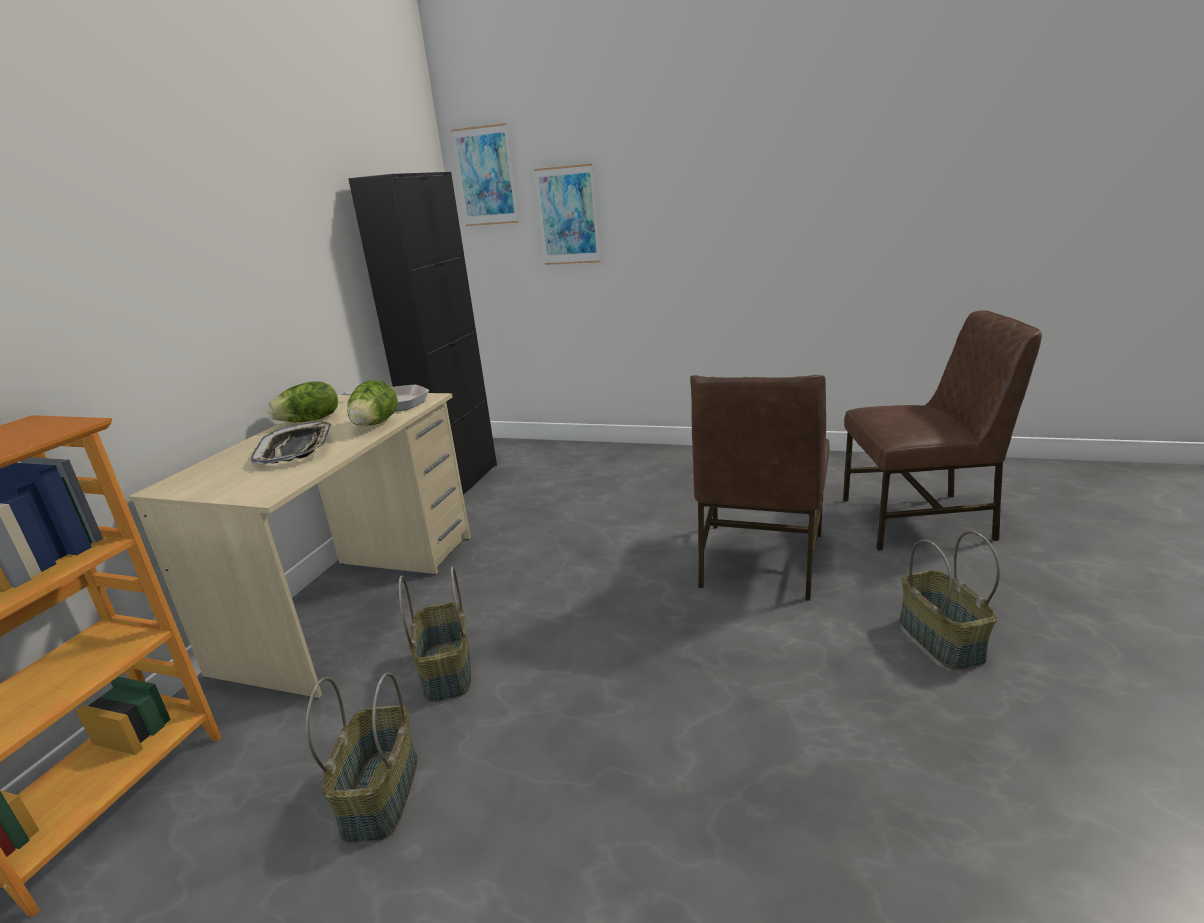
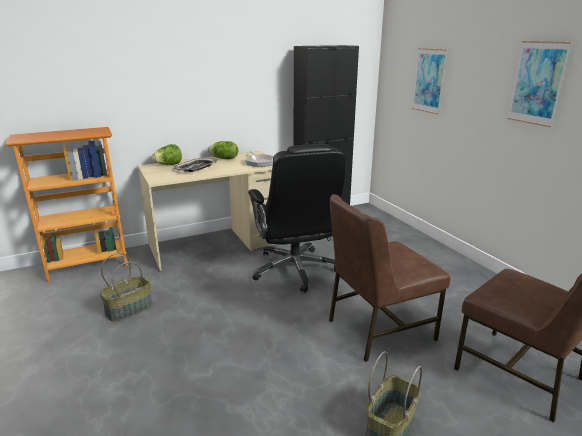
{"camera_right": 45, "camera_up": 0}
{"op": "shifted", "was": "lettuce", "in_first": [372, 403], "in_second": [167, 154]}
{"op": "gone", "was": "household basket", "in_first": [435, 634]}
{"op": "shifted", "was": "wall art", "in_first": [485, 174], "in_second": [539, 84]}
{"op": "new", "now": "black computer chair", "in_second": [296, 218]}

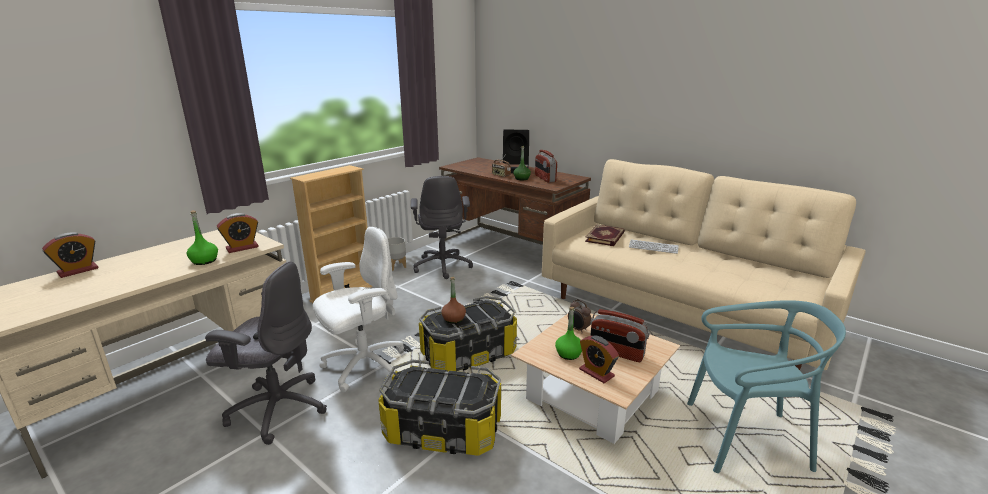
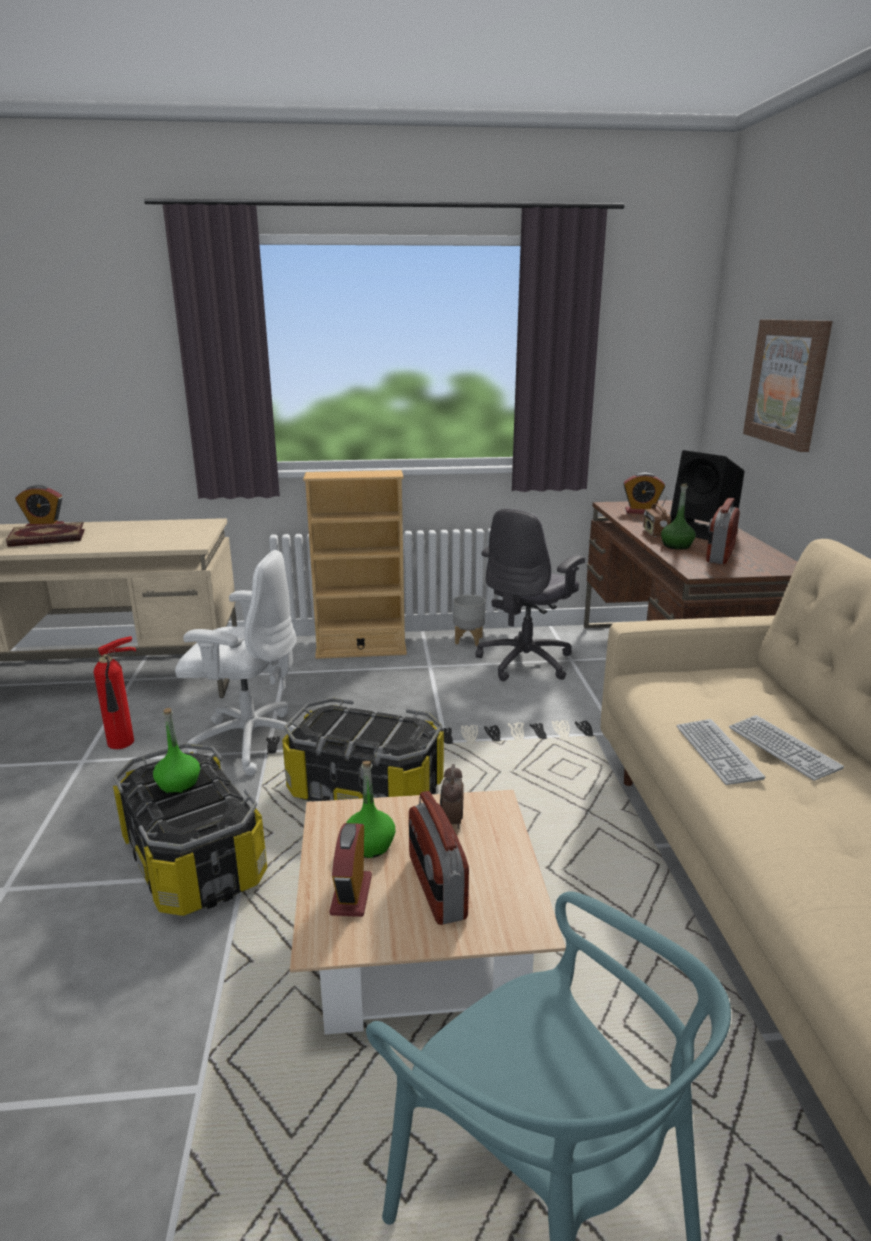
{"camera_right": 45, "camera_up": 0}
{"op": "shifted", "was": "green drink bottle", "in_first": [202, 237], "in_second": [176, 751]}
{"op": "swapped", "was": "gray computer chair", "now": "extinguisher", "in_first": [266, 353], "in_second": [115, 692]}
{"op": "shifted", "was": "table clock", "in_first": [238, 233], "in_second": [644, 493]}
{"op": "gone", "was": "brownish drink bottle", "in_first": [453, 300]}
{"op": "shifted", "was": "book", "in_first": [605, 235], "in_second": [45, 534]}
{"op": "new", "now": "computer keyboard", "in_second": [721, 752]}
{"op": "new", "now": "wall art", "in_second": [788, 385]}

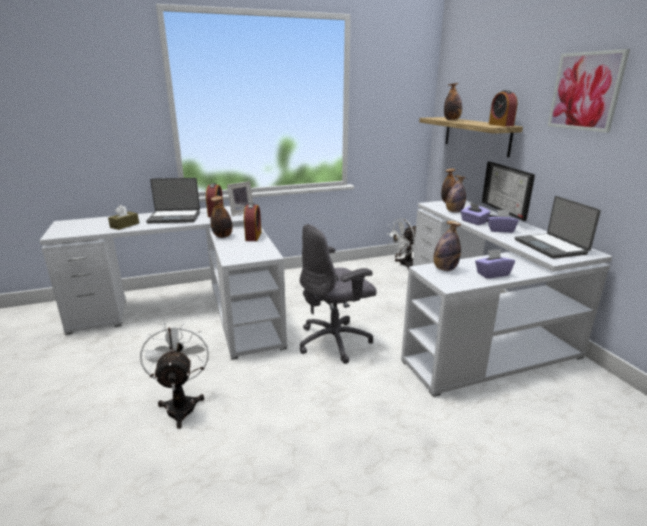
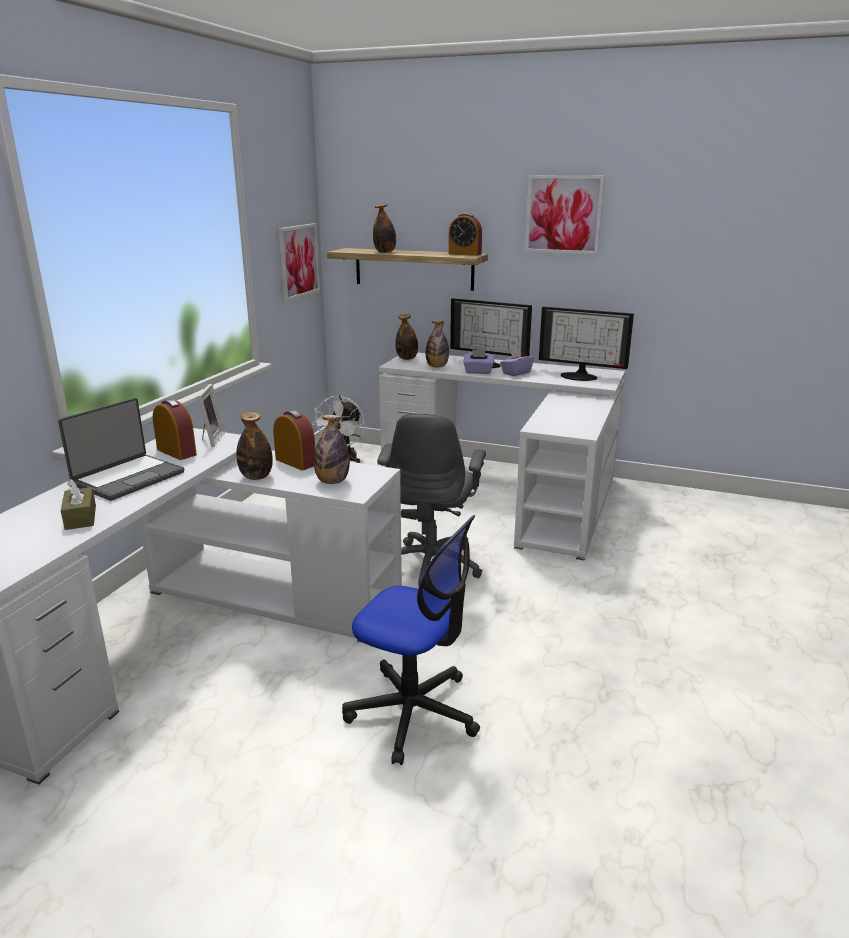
{"camera_right": -50, "camera_up": 0}
{"op": "swapped", "was": "whitish fan", "now": "computer chair", "in_first": [174, 375], "in_second": [411, 640]}
{"op": "shifted", "was": "drink bottle", "in_first": [447, 246], "in_second": [332, 449]}
{"op": "gone", "was": "purple-coloured box of tissues", "in_first": [495, 264]}
{"op": "swapped", "was": "notebook computer", "now": "computer display", "in_first": [558, 227], "in_second": [586, 344]}
{"op": "new", "now": "wall art", "in_second": [299, 262]}

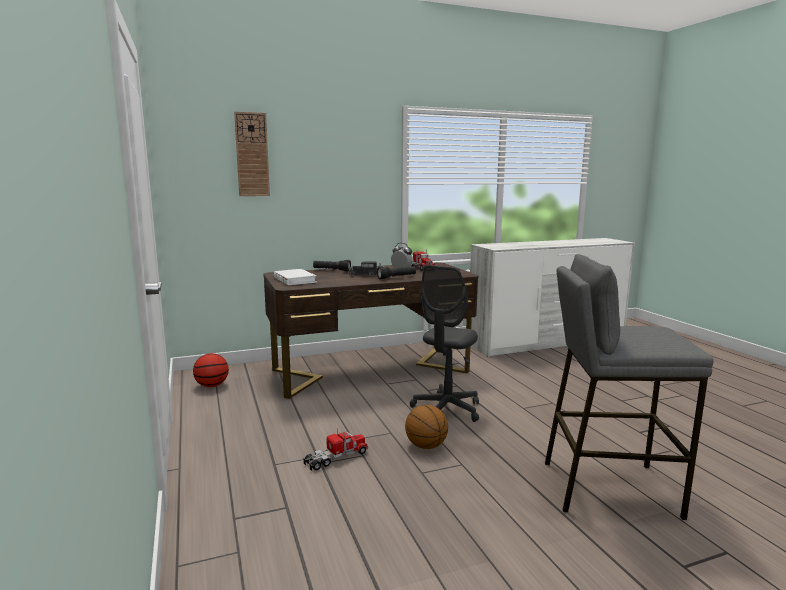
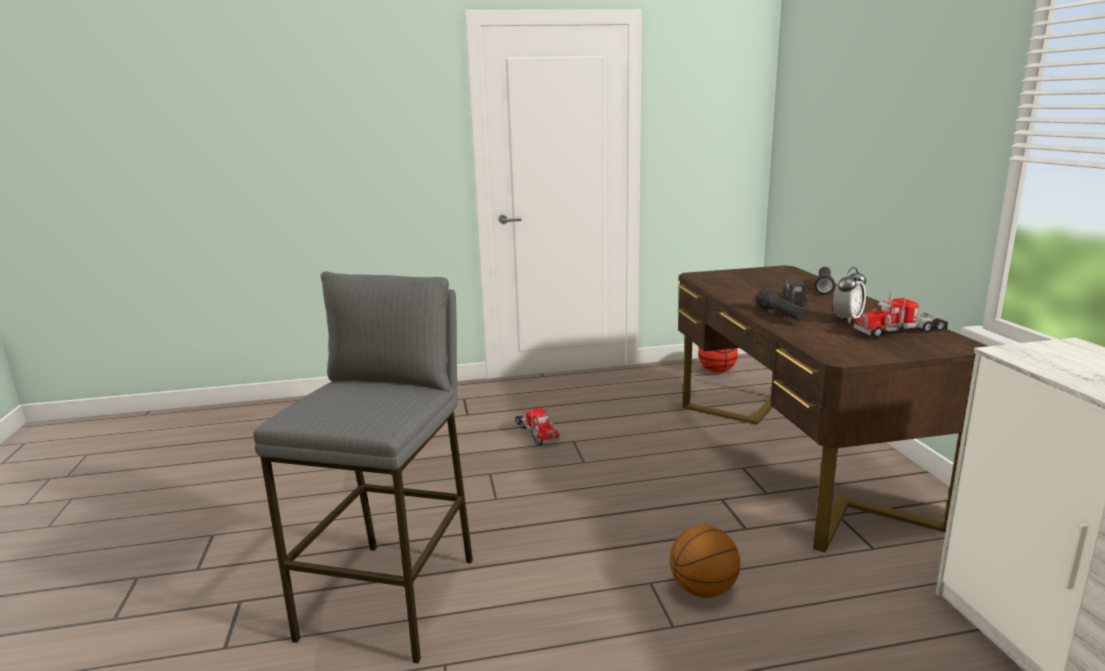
{"camera_right": 100, "camera_up": 5}
{"op": "gone", "was": "hanging clock", "in_first": [252, 154]}
{"op": "gone", "was": "whitish book", "in_first": [295, 277]}
{"op": "shifted", "was": "basketball", "in_first": [426, 427], "in_second": [704, 561]}
{"op": "gone", "was": "gray computer chair", "in_first": [444, 343]}

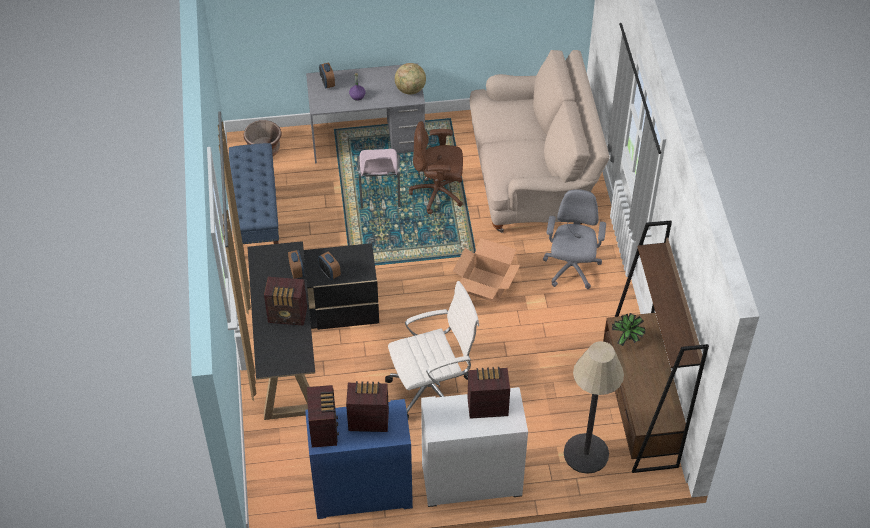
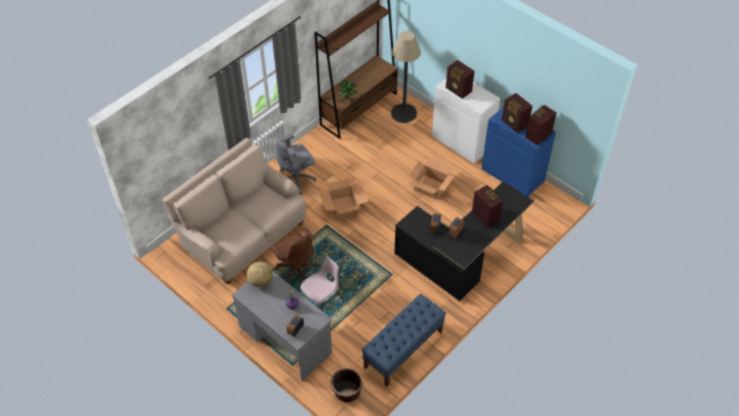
{"camera_right": -130, "camera_up": 0}
{"op": "swapped", "was": "whitish computer chair", "now": "carton", "in_first": [432, 350], "in_second": [431, 178]}

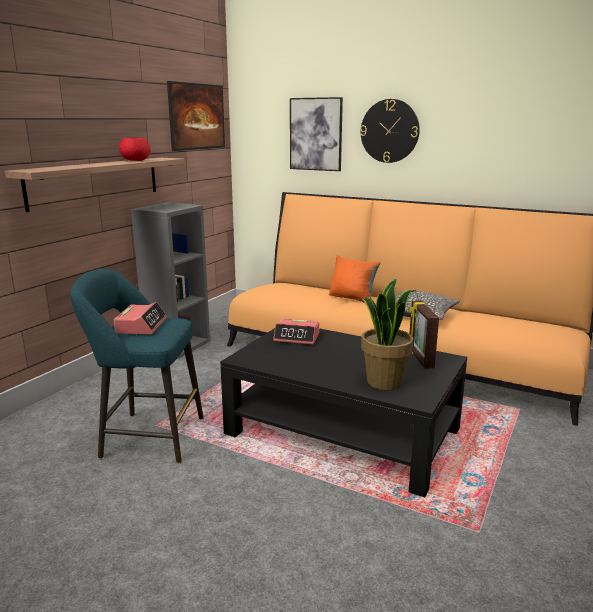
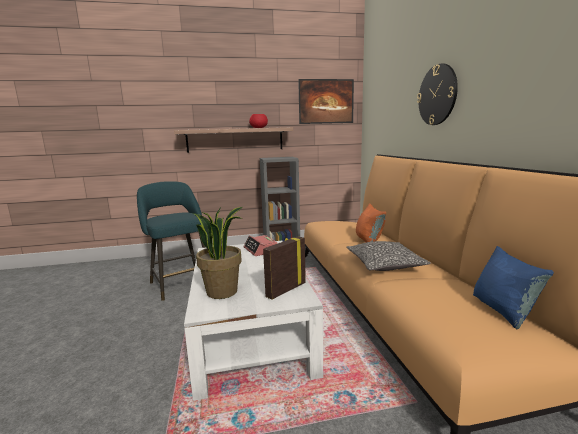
{"camera_right": 50, "camera_up": -5}
{"op": "gone", "was": "table clock", "in_first": [140, 318]}
{"op": "repainted", "was": "black low table", "now": "whitish low table", "in_first": [343, 412], "in_second": [253, 321]}
{"op": "gone", "was": "wall art", "in_first": [316, 134]}
{"op": "new", "now": "bluish pillow", "in_second": [513, 287]}

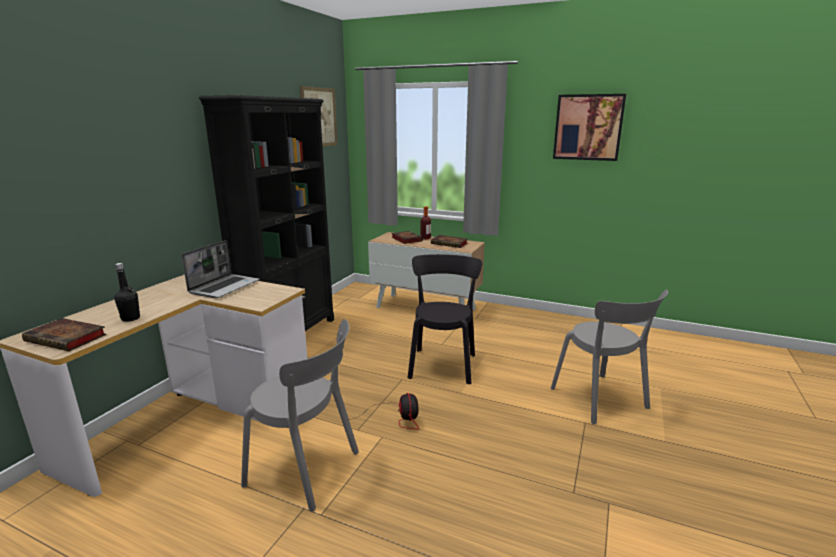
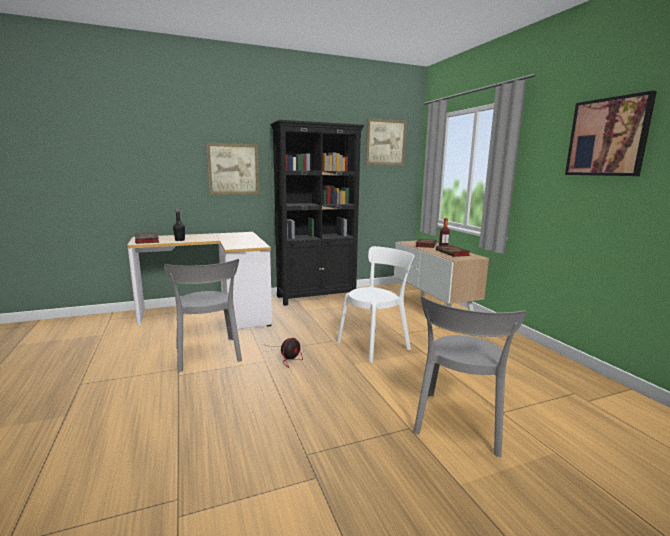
{"camera_right": 45, "camera_up": -5}
{"op": "gone", "was": "notebook computer", "in_first": [220, 269]}
{"op": "repainted", "was": "black chair", "now": "whitish chair", "in_first": [445, 319], "in_second": [376, 304]}
{"op": "new", "now": "wall art", "in_second": [232, 169]}

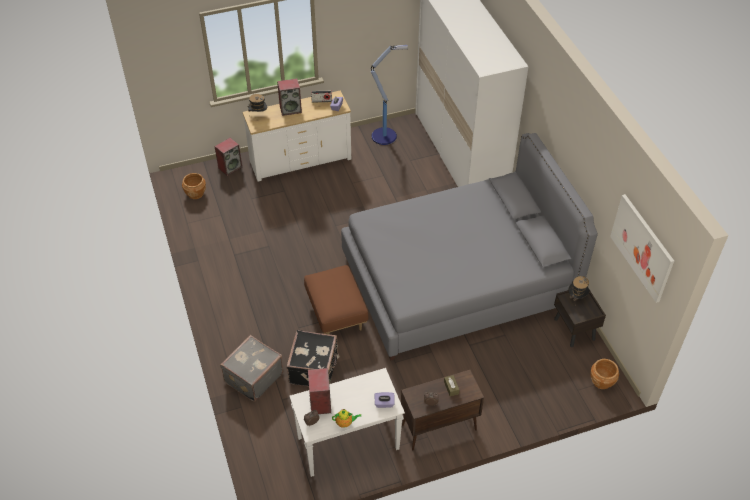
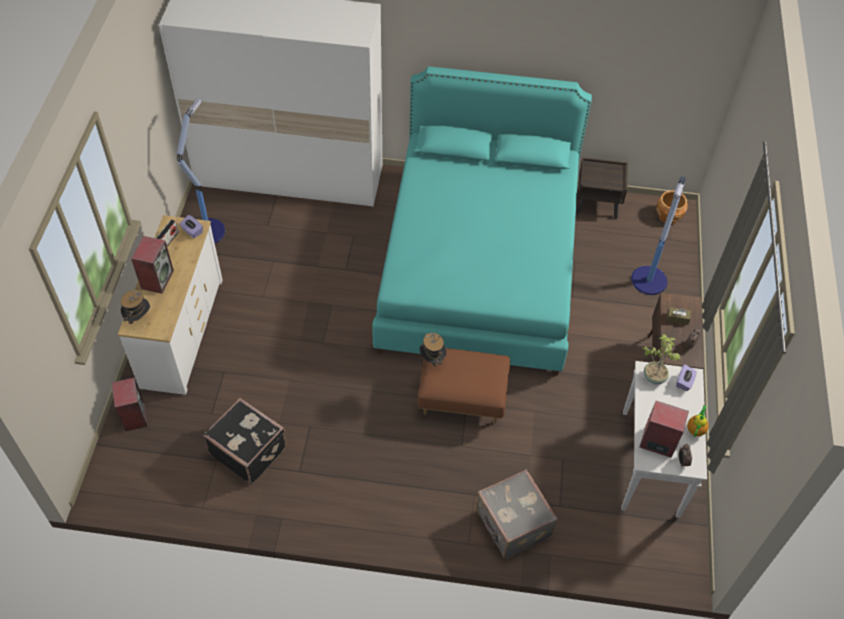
{"camera_right": -65, "camera_up": 5}
{"op": "gone", "was": "brownish flower pot", "in_first": [194, 186]}
{"op": "shifted", "was": "black piece of luggage", "in_first": [313, 358], "in_second": [244, 441]}
{"op": "repainted", "was": "gray bed", "now": "turquoise-coloured bed", "in_first": [469, 246], "in_second": [482, 221]}
{"op": "shifted", "was": "wearable hat", "in_first": [579, 290], "in_second": [433, 350]}
{"op": "gone", "was": "wall art", "in_first": [642, 248]}
{"op": "new", "now": "floor lamp", "in_second": [658, 235]}
{"op": "new", "now": "houseplant", "in_second": [661, 359]}

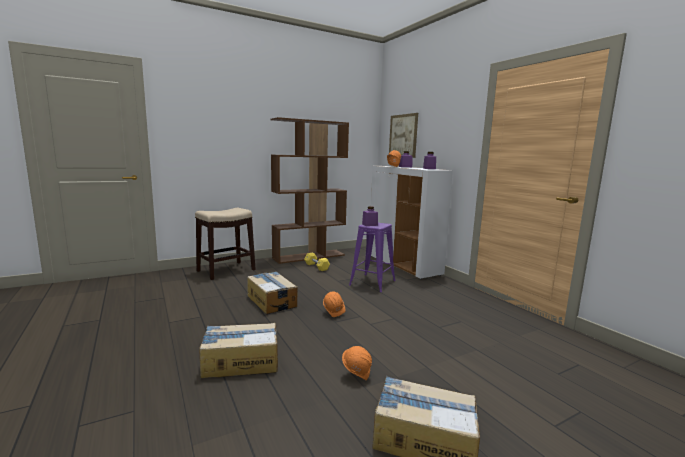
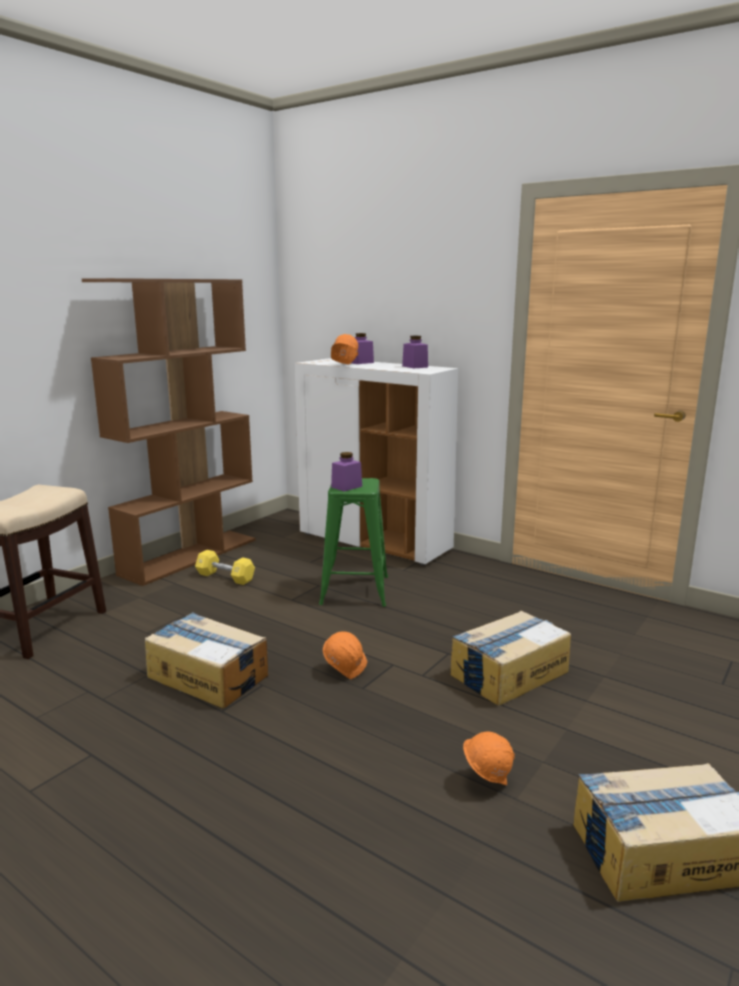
{"camera_right": -25, "camera_up": 5}
{"op": "shifted", "was": "carton", "in_first": [238, 350], "in_second": [510, 658]}
{"op": "repainted", "was": "purple-coloured stool", "now": "green stool", "in_first": [372, 257], "in_second": [353, 542]}
{"op": "gone", "was": "wall art", "in_first": [403, 135]}

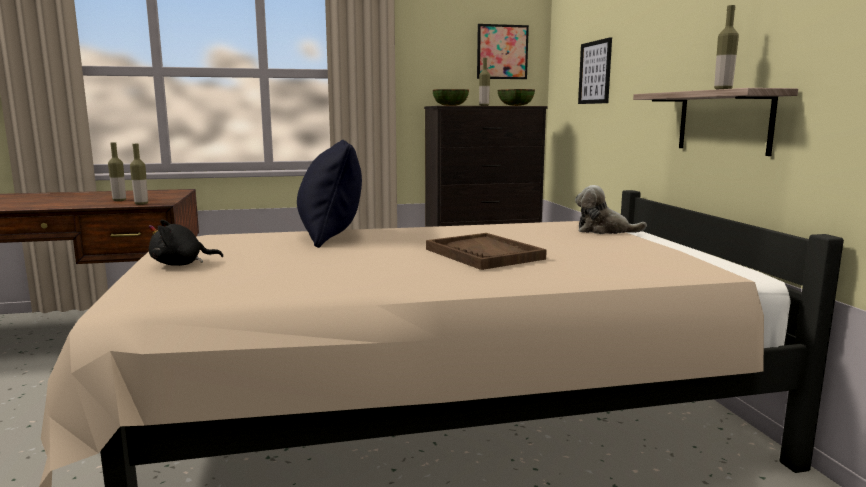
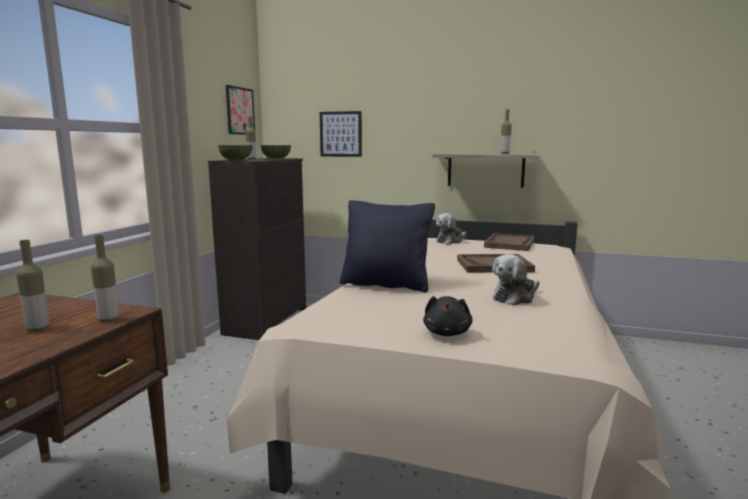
{"camera_right": -60, "camera_up": 0}
{"op": "new", "now": "brownish serving tray", "in_second": [509, 242]}
{"op": "new", "now": "plush toy", "in_second": [516, 280]}

